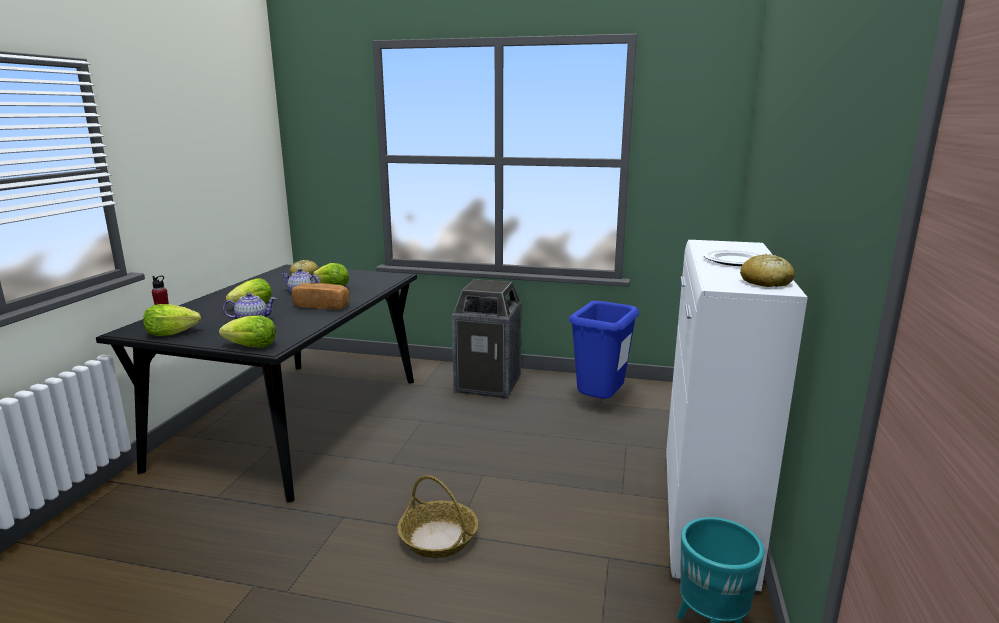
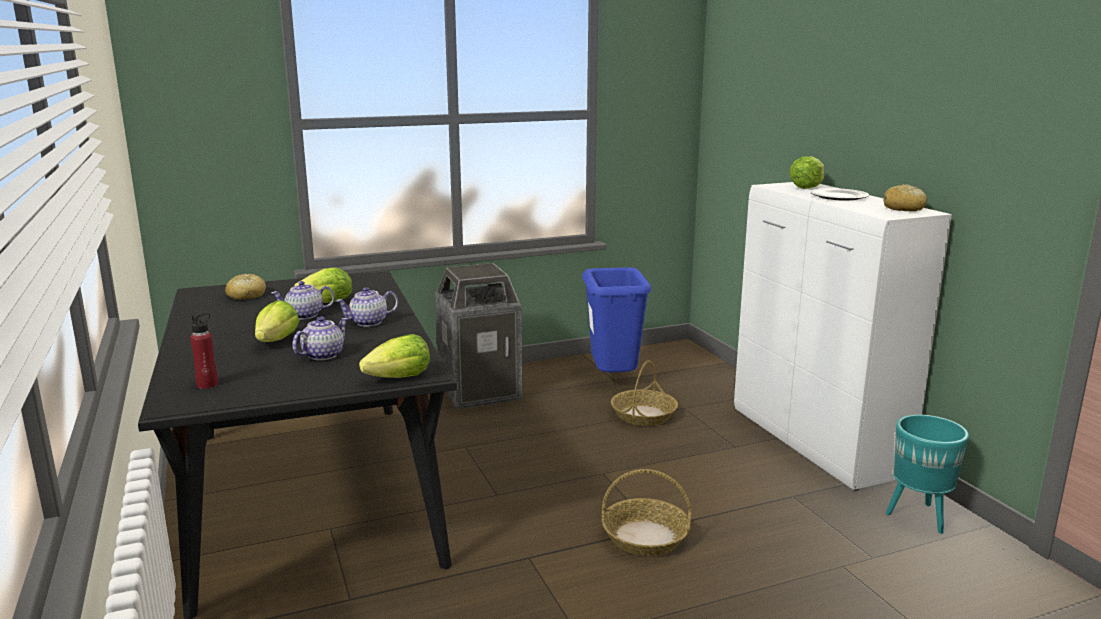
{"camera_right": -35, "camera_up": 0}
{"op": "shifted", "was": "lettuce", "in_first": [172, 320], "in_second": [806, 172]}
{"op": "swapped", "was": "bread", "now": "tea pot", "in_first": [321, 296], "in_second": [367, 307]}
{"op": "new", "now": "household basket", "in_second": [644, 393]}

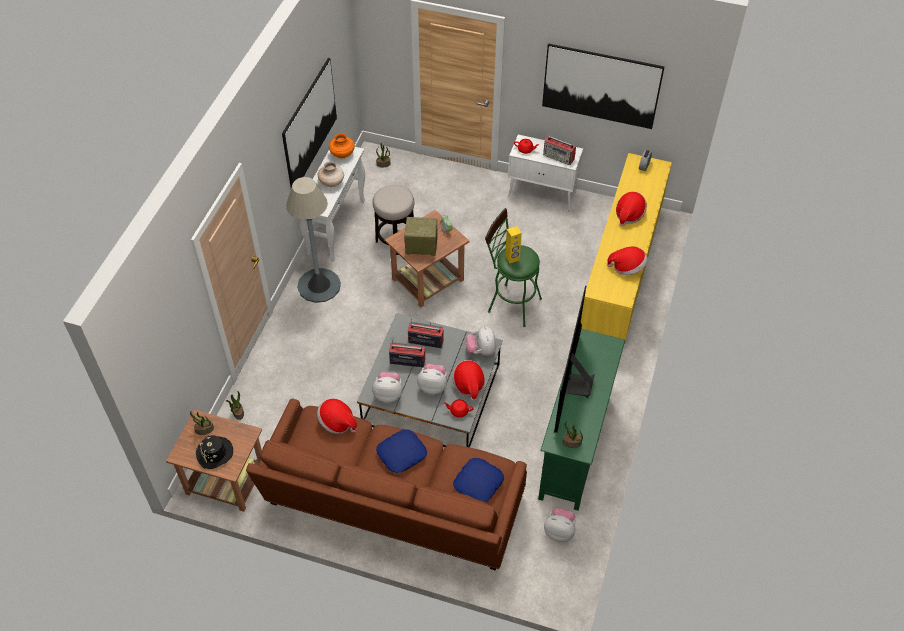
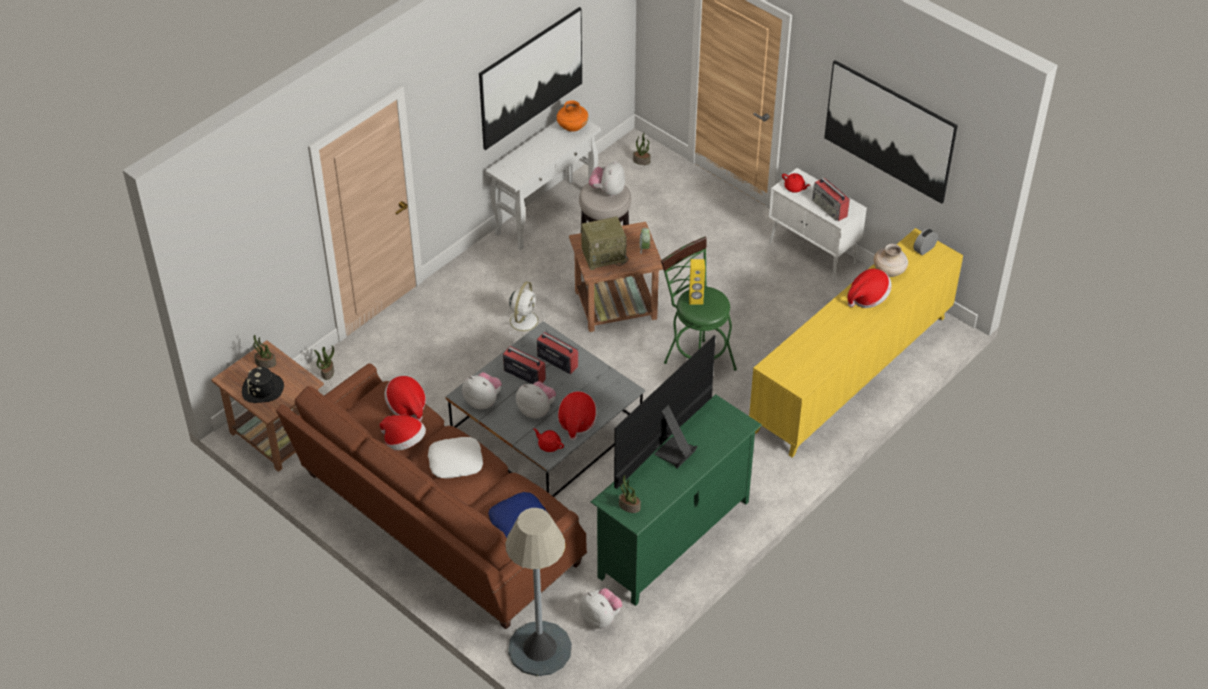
{"camera_right": 25, "camera_up": -5}
{"op": "shifted", "was": "gray floor lamp", "in_first": [313, 240], "in_second": [539, 592]}
{"op": "shifted", "was": "beige decorative vase", "in_first": [331, 174], "in_second": [891, 260]}
{"op": "repainted", "was": "bluish pillow", "now": "whitish pillow", "in_first": [401, 451], "in_second": [455, 457]}
{"op": "rotated", "was": "radio receiver", "in_first": [421, 236], "in_second": [604, 243], "clockwise": 135}
{"op": "shifted", "was": "plush toy", "in_first": [481, 341], "in_second": [607, 178]}
{"op": "shifted", "was": "wearable hat", "in_first": [627, 261], "in_second": [402, 433]}
{"op": "new", "now": "whitish fan", "in_second": [525, 309]}

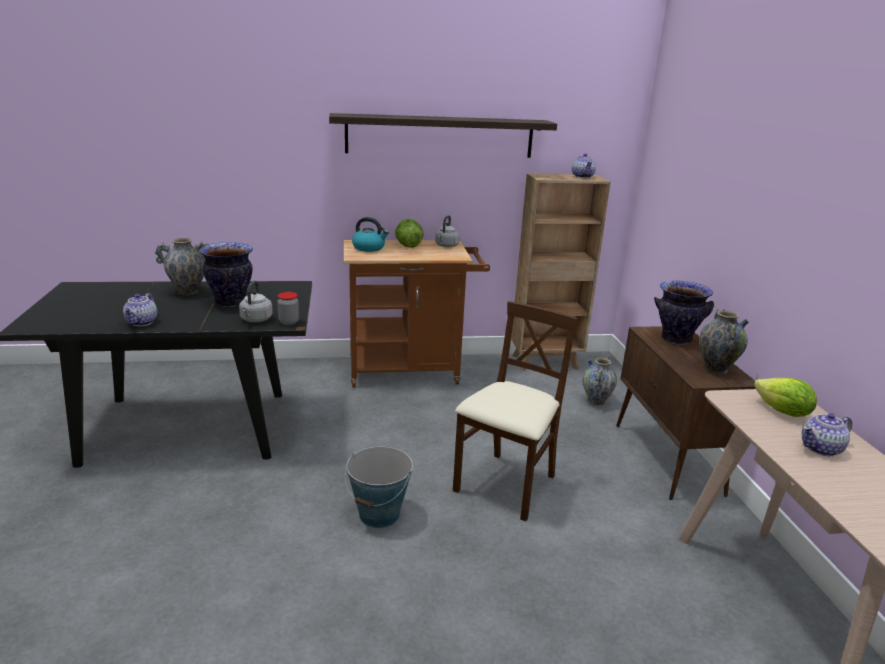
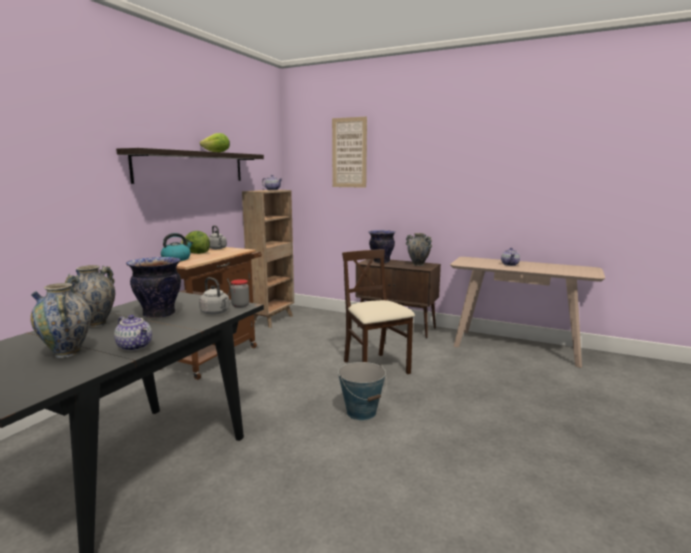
{"camera_right": -55, "camera_up": -10}
{"op": "shifted", "was": "decorative vase", "in_first": [599, 381], "in_second": [60, 320]}
{"op": "shifted", "was": "lettuce", "in_first": [785, 397], "in_second": [215, 142]}
{"op": "new", "now": "wall art", "in_second": [349, 152]}

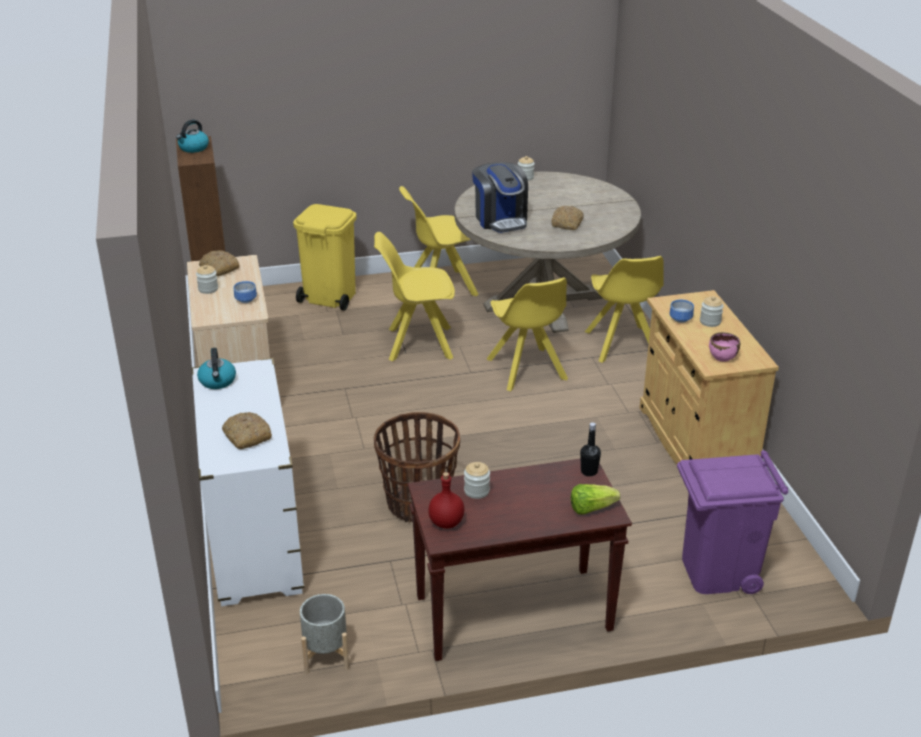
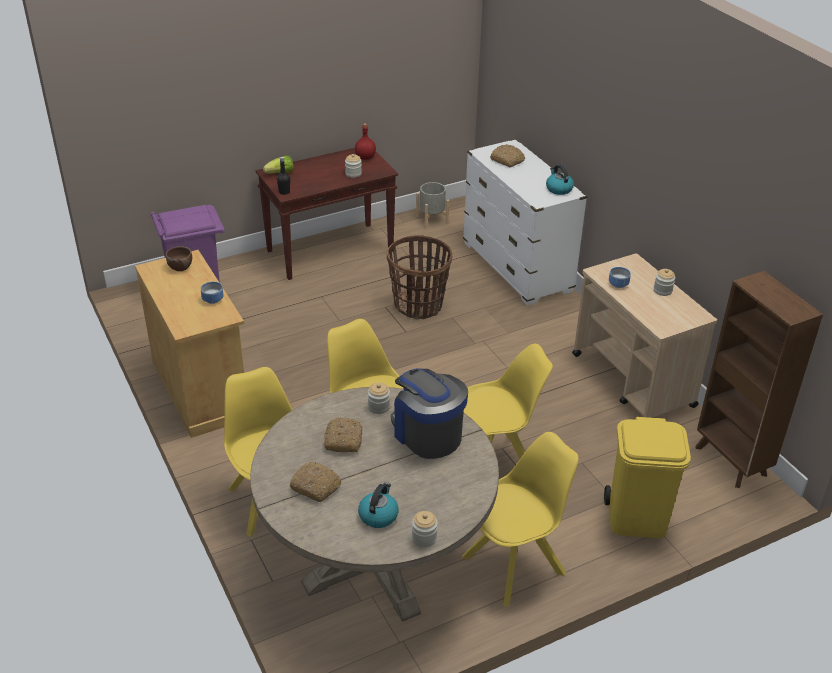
{"camera_right": 165, "camera_up": 5}
{"op": "shifted", "was": "water kettle", "in_first": [192, 136], "in_second": [378, 505]}
{"op": "shifted", "was": "bread", "in_first": [219, 263], "in_second": [315, 482]}
{"op": "shifted", "was": "preserve jar", "in_first": [712, 311], "in_second": [379, 398]}
{"op": "repainted", "was": "pink-coloured serving bowl", "now": "brownish serving bowl", "in_first": [724, 347], "in_second": [179, 258]}

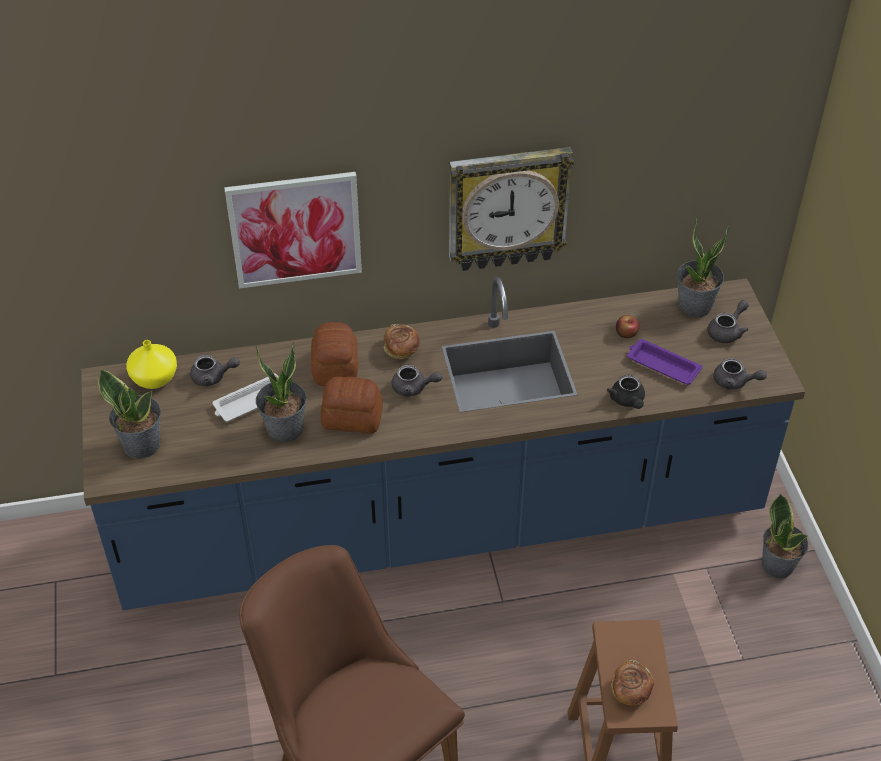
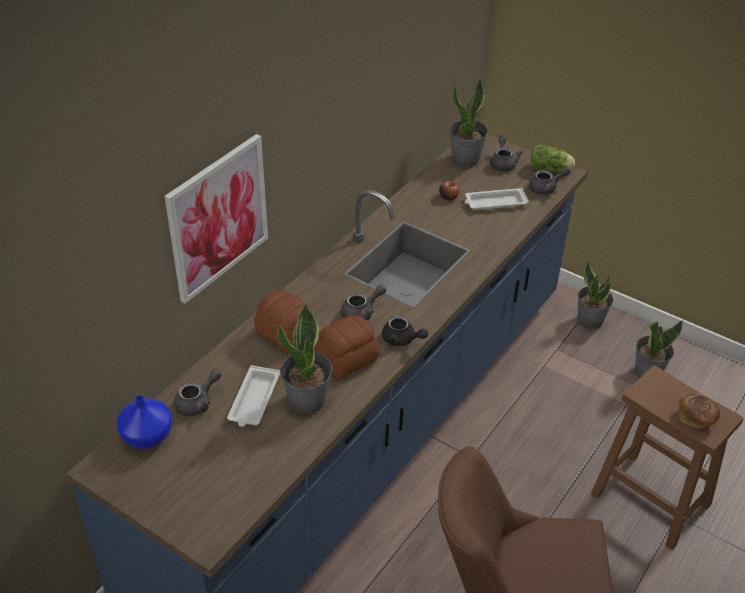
{"camera_right": -45, "camera_up": -5}
{"op": "shifted", "was": "houseplant", "in_first": [129, 414], "in_second": [659, 349]}
{"op": "repainted", "was": "yellowish decorative vase", "now": "bluish decorative vase", "in_first": [151, 364], "in_second": [144, 422]}
{"op": "gone", "was": "bread", "in_first": [401, 341]}
{"op": "gone", "was": "hanging clock", "in_first": [511, 209]}
{"op": "shifted", "was": "black tea pot", "in_first": [626, 392], "in_second": [405, 330]}
{"op": "repainted", "was": "purple-coloured serving tray", "now": "whitish serving tray", "in_first": [665, 362], "in_second": [497, 199]}
{"op": "new", "now": "lettuce", "in_second": [553, 158]}

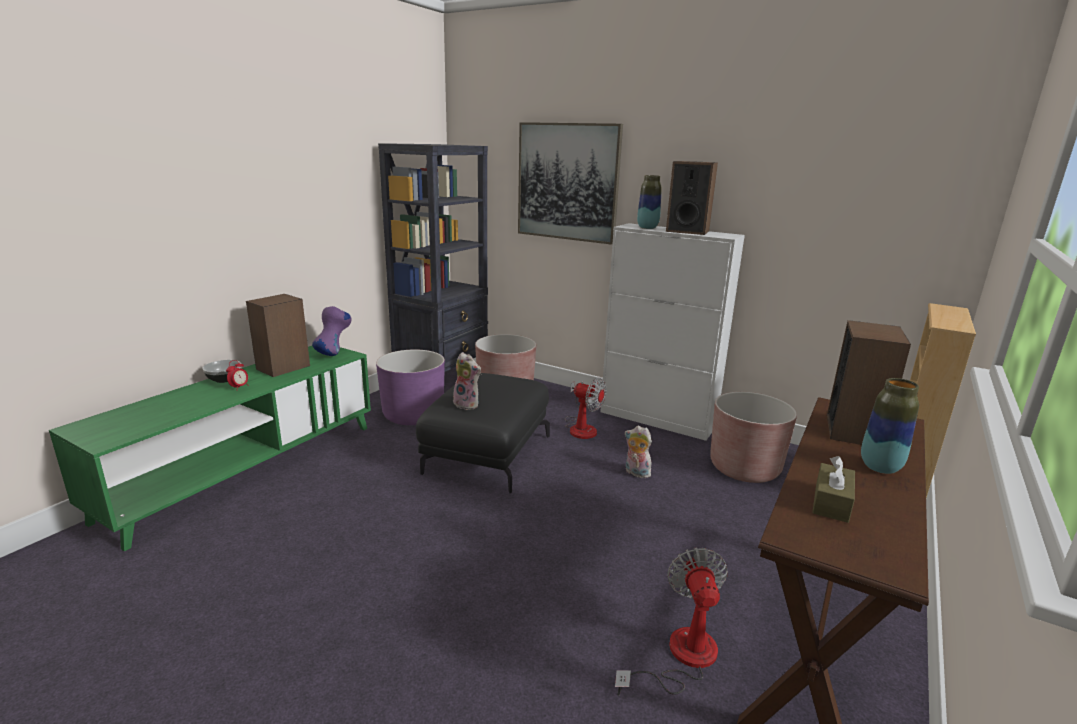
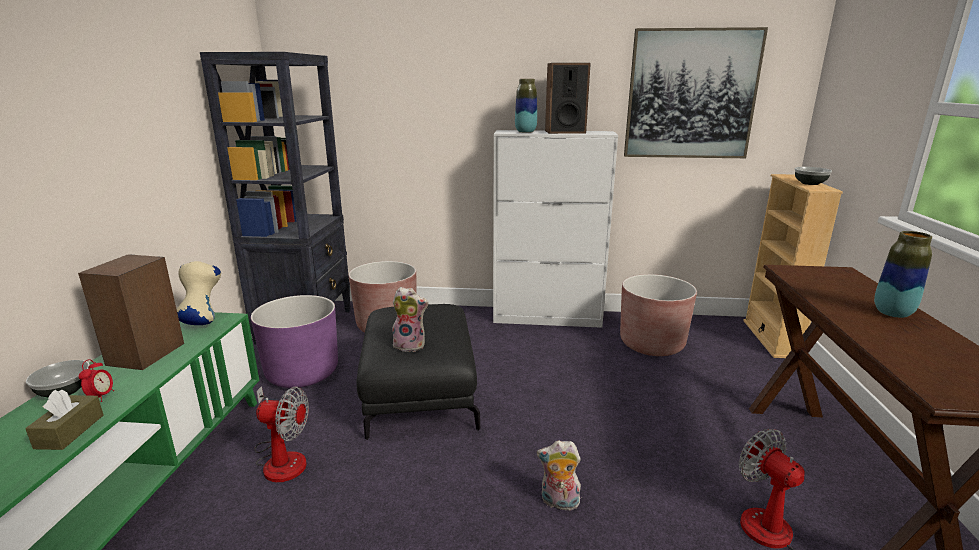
{"camera_right": -25, "camera_up": 0}
{"op": "repainted", "was": "purple-coloured decorative vase", "now": "beige decorative vase", "in_first": [331, 331], "in_second": [199, 293]}
{"op": "shifted", "was": "wall art", "in_first": [570, 183], "in_second": [696, 92]}
{"op": "shifted", "was": "fan", "in_first": [585, 408], "in_second": [281, 434]}
{"op": "shifted", "was": "plush toy", "in_first": [638, 452], "in_second": [559, 475]}
{"op": "shifted", "was": "brownish box of tissues", "in_first": [833, 489], "in_second": [64, 420]}
{"op": "gone", "was": "speaker", "in_first": [869, 382]}
{"op": "new", "now": "serving bowl", "in_second": [813, 176]}

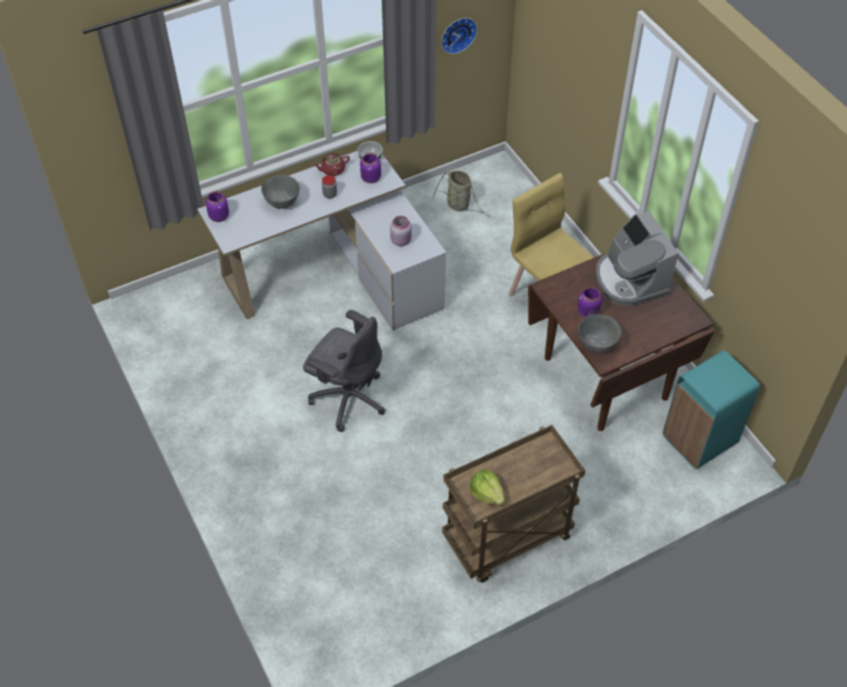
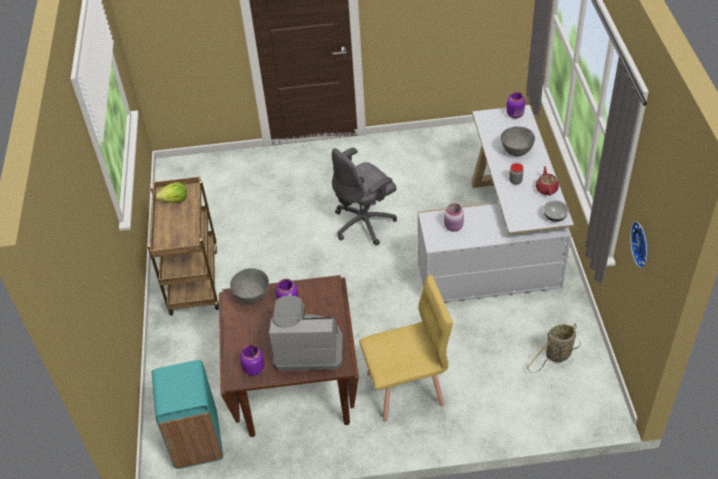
{"camera_right": 115, "camera_up": -5}
{"op": "shifted", "was": "purple-coloured preserve jar", "in_first": [370, 168], "in_second": [252, 360]}

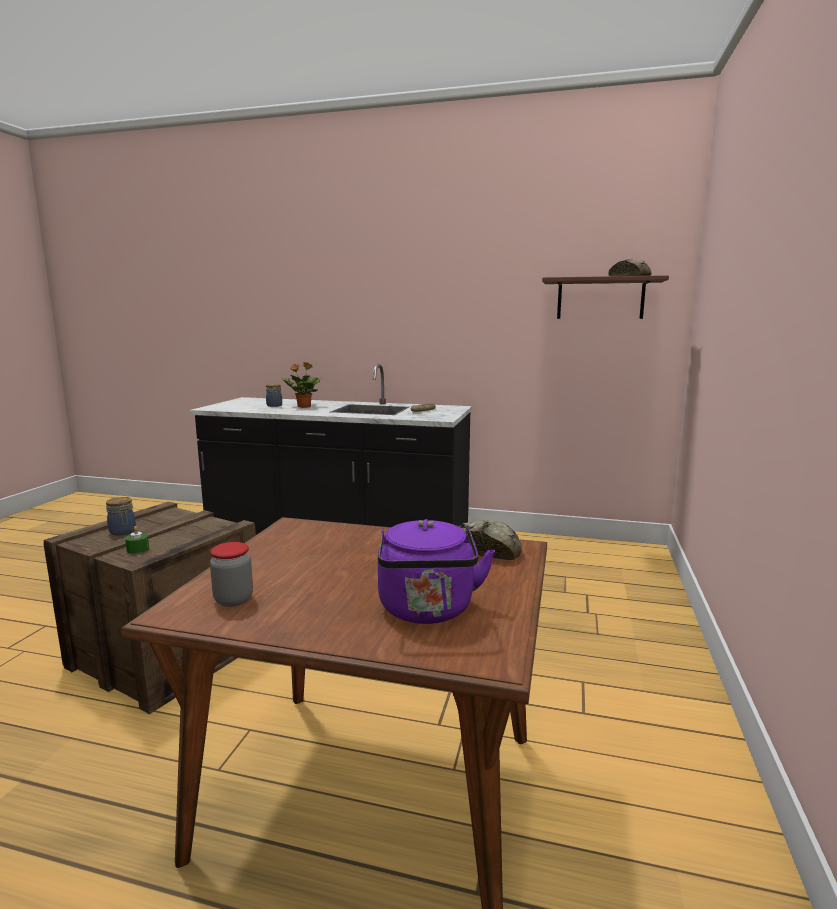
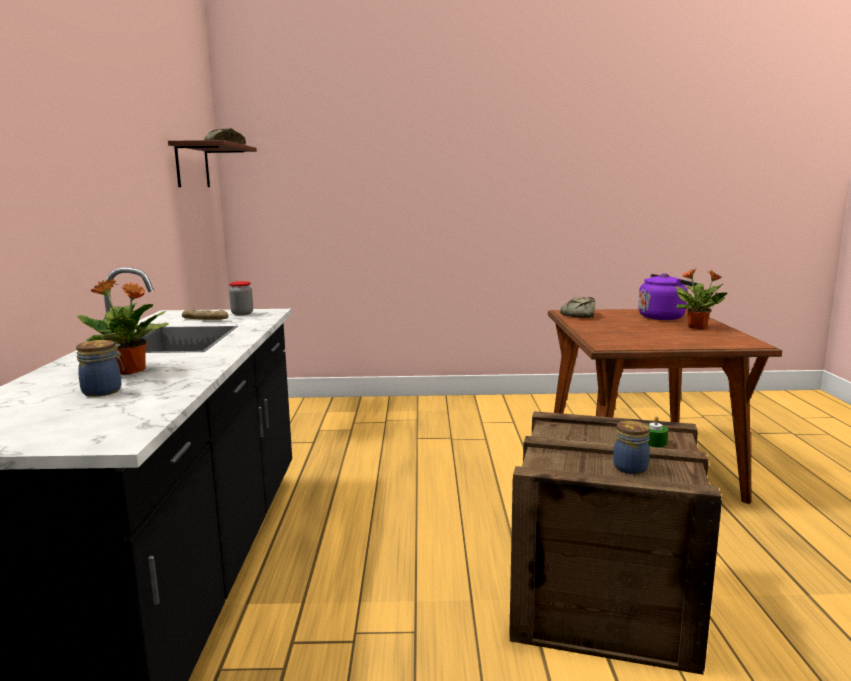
{"camera_right": -105, "camera_up": 0}
{"op": "shifted", "was": "preserve jar", "in_first": [231, 574], "in_second": [241, 298]}
{"op": "new", "now": "houseplant", "in_second": [701, 298]}

